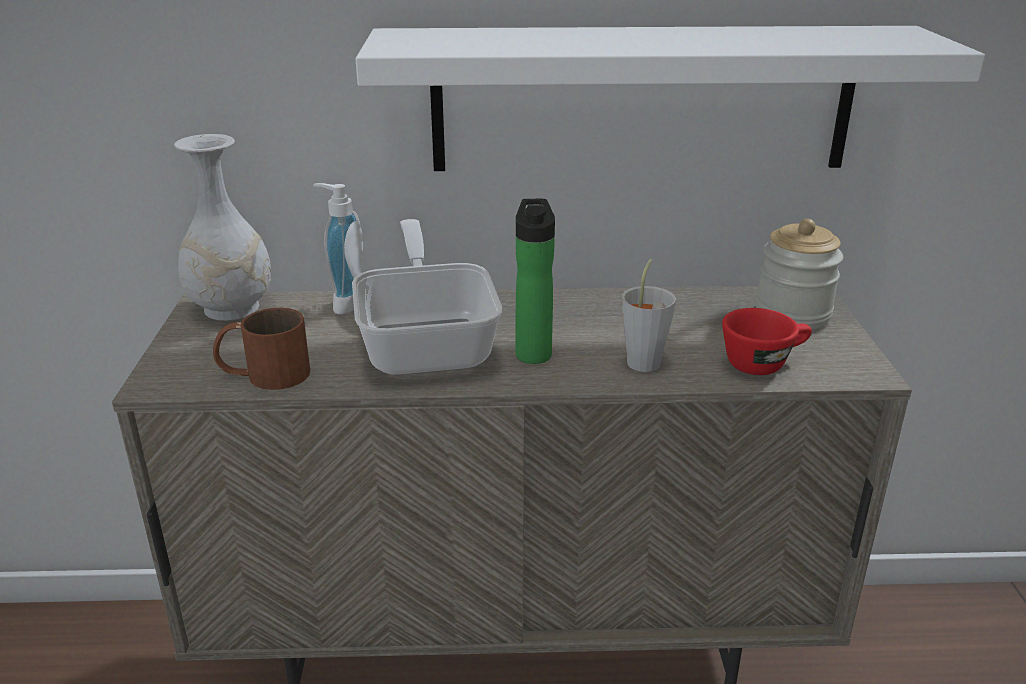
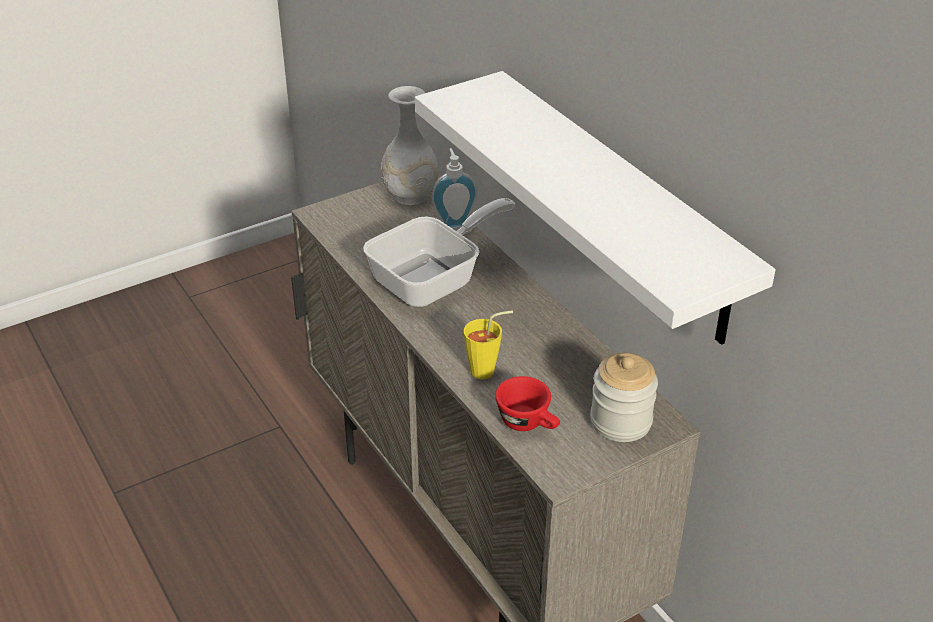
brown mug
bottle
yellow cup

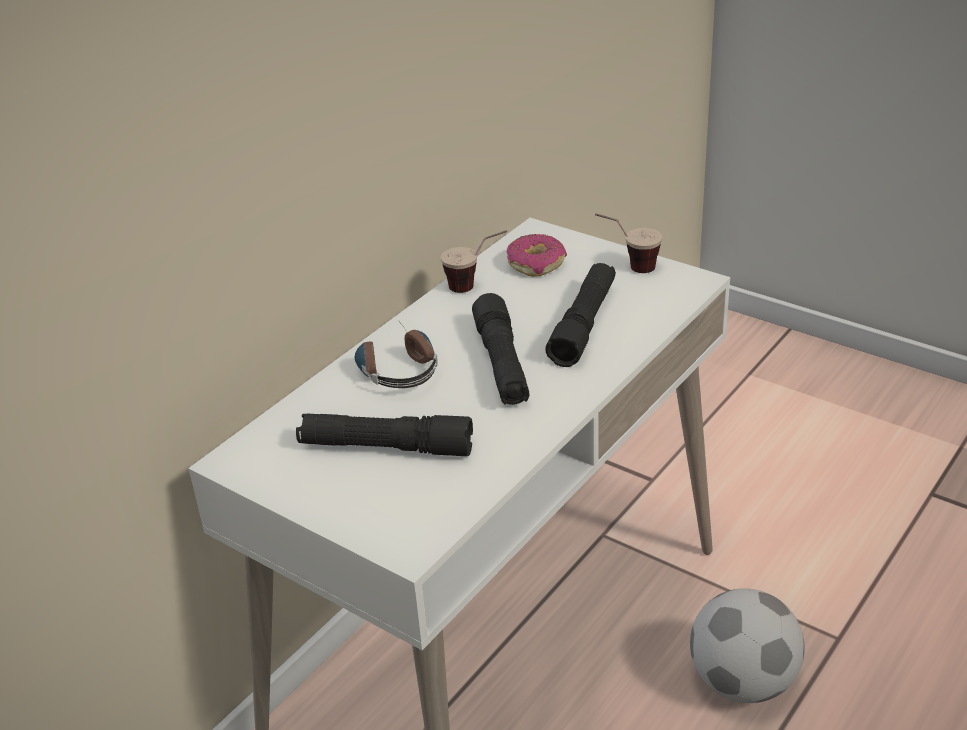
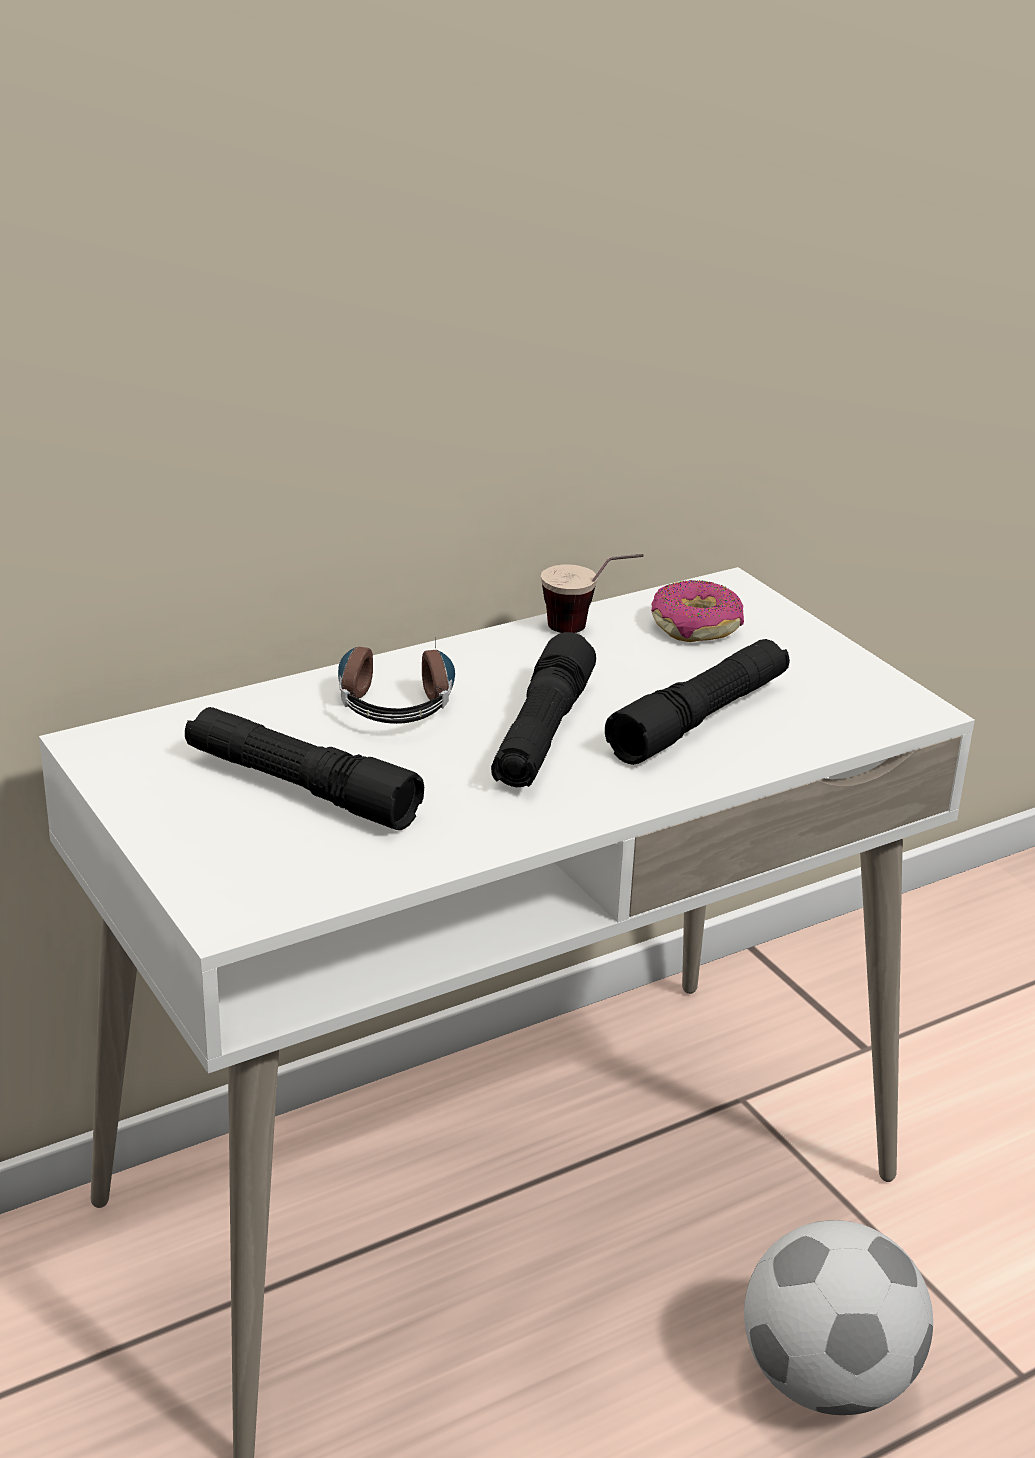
cup (no. 2 from left in the first image)

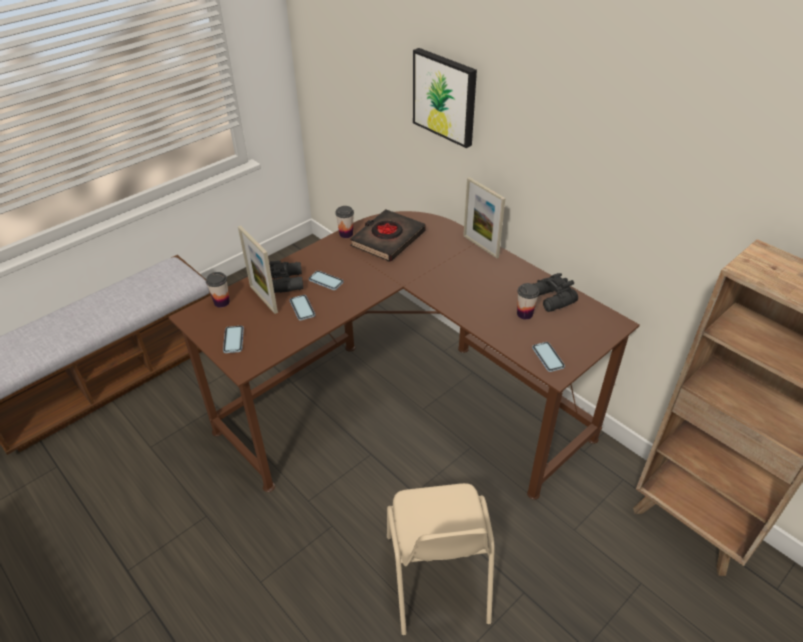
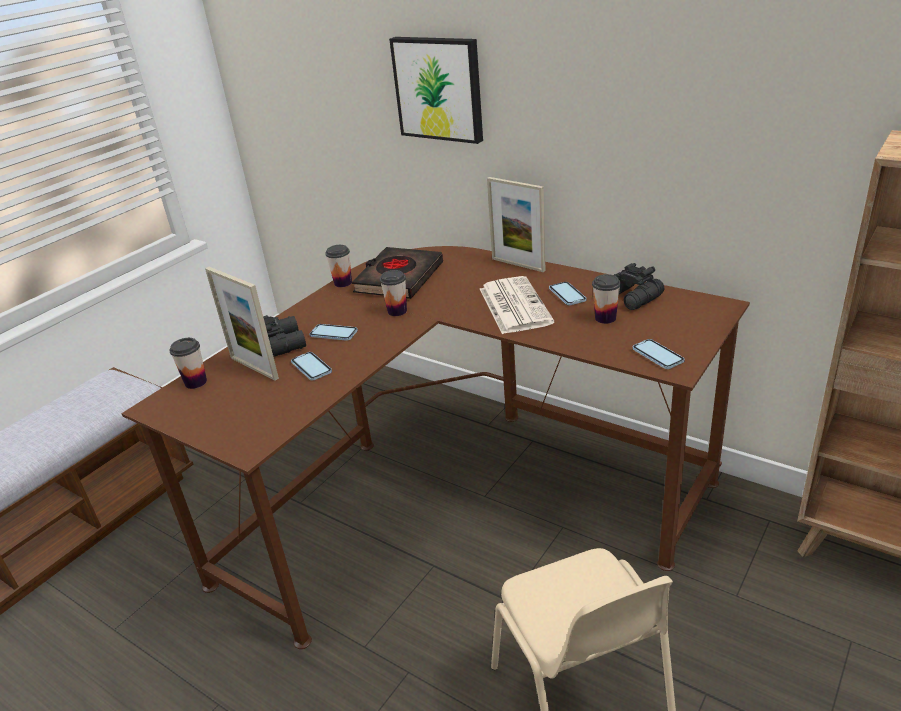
cup (no. 3 from left)
newspaper
phone (no. 3 from left)

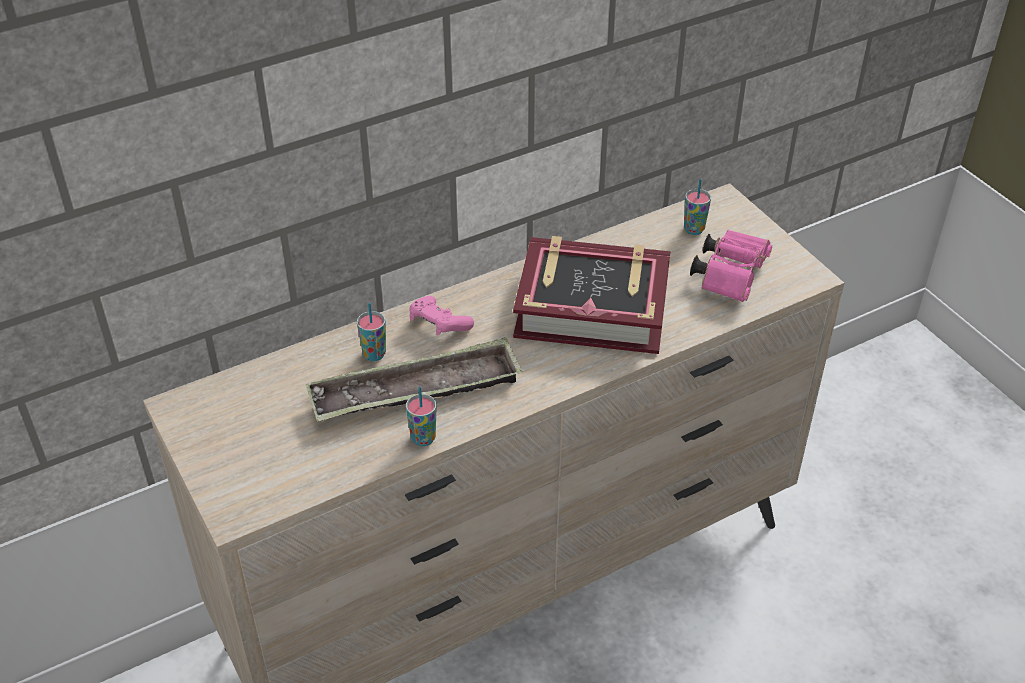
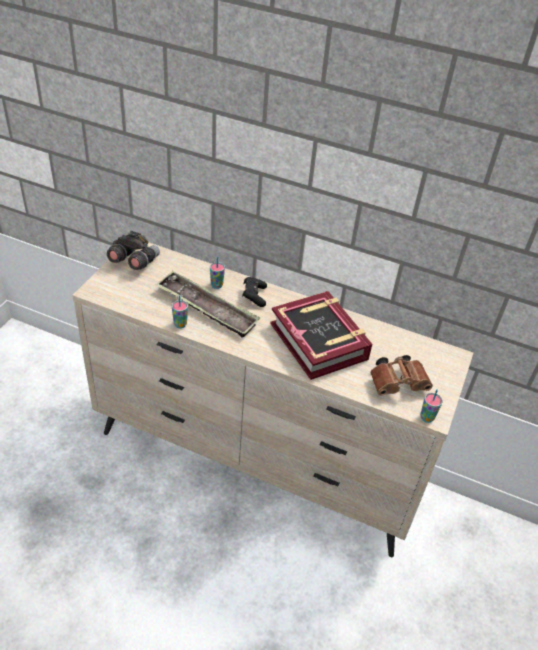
grey binoculars
cup (no. 3 from left)
black game controller
brown binoculars

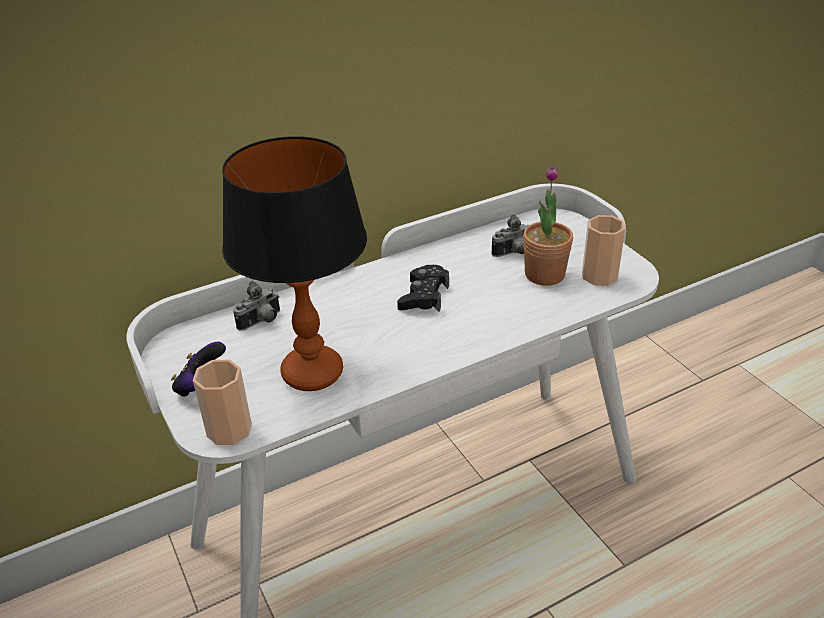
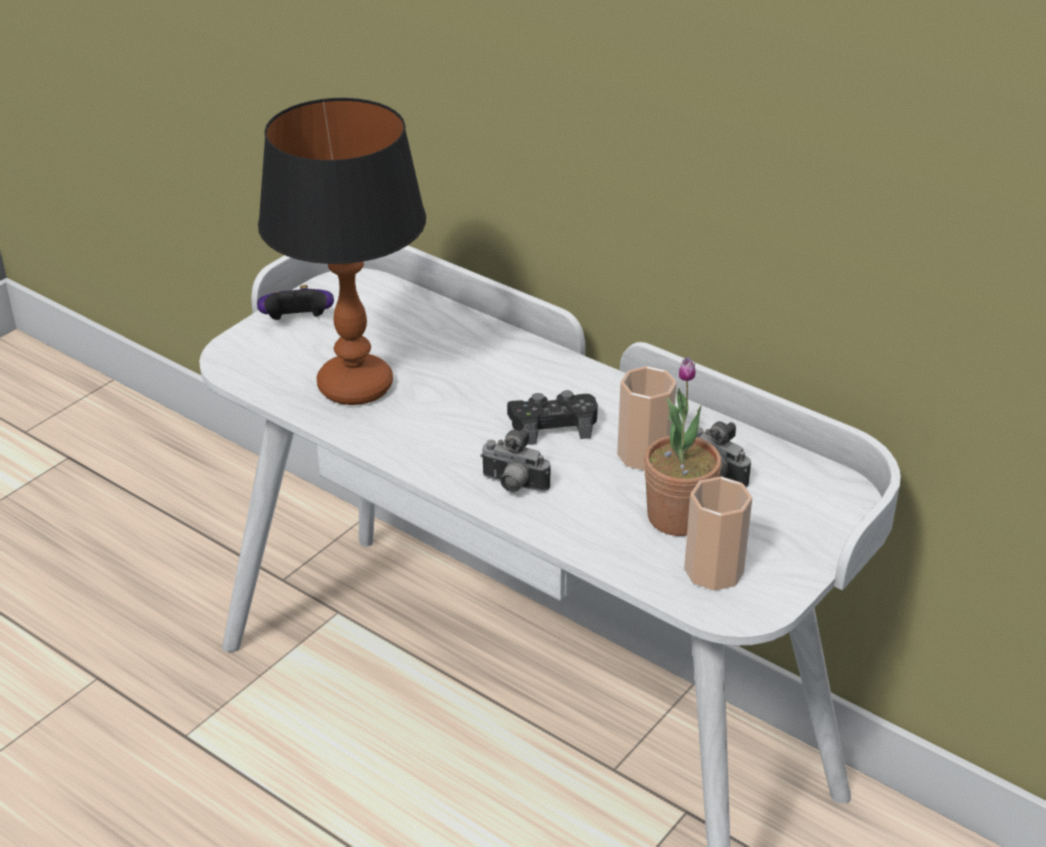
cup (no. 1 from left)
photo camera (no. 1 from left)

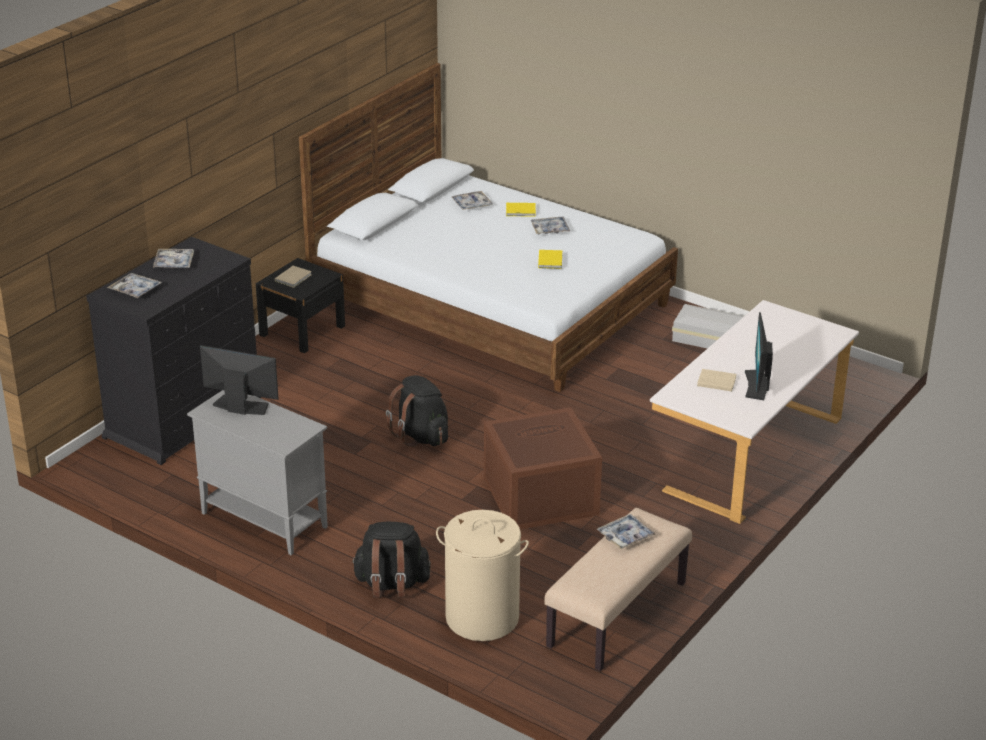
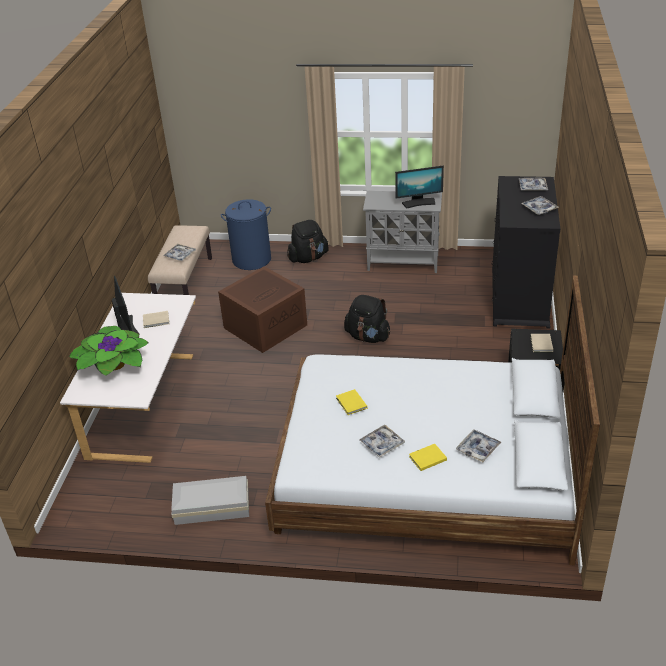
potted plant
blue laundry basket

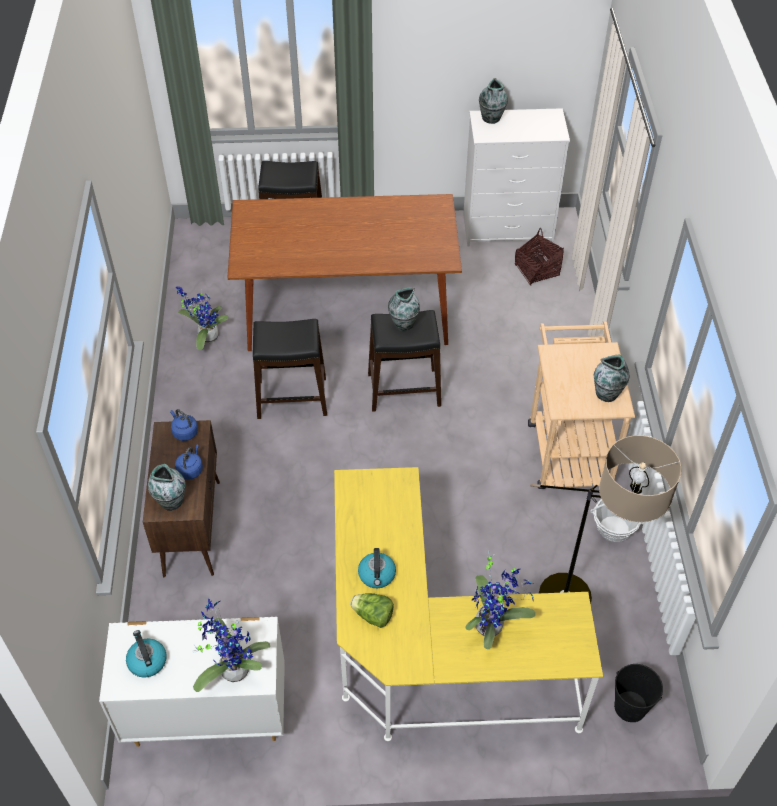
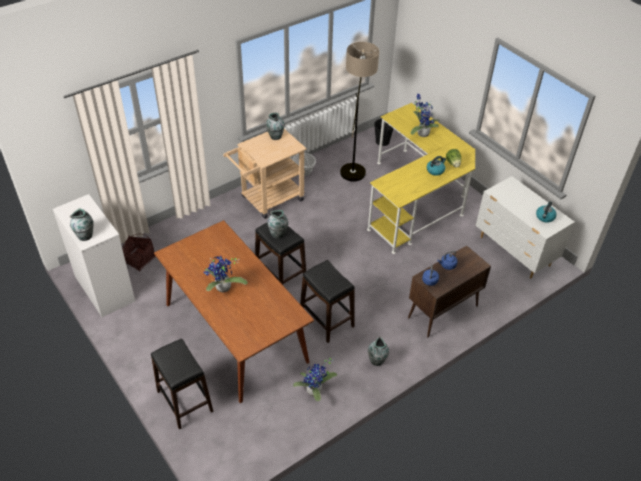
vase (no. 4 from left)
potted plant (no. 1 from left)

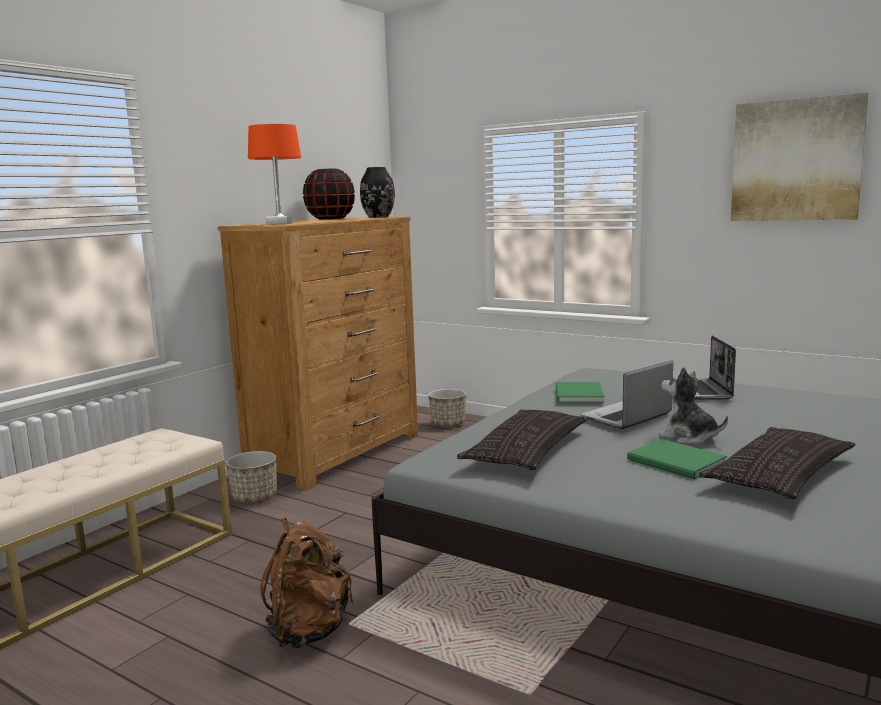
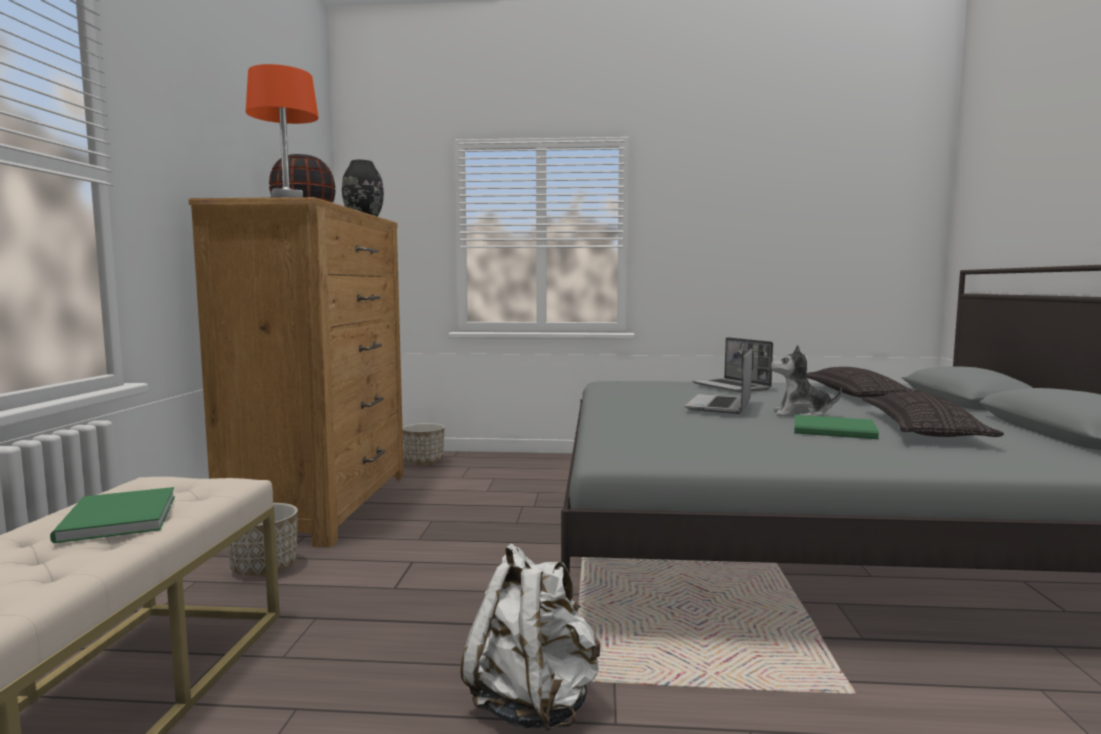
picture
pillow (no. 1 from left)
green book (no. 1 from left)
white backpack

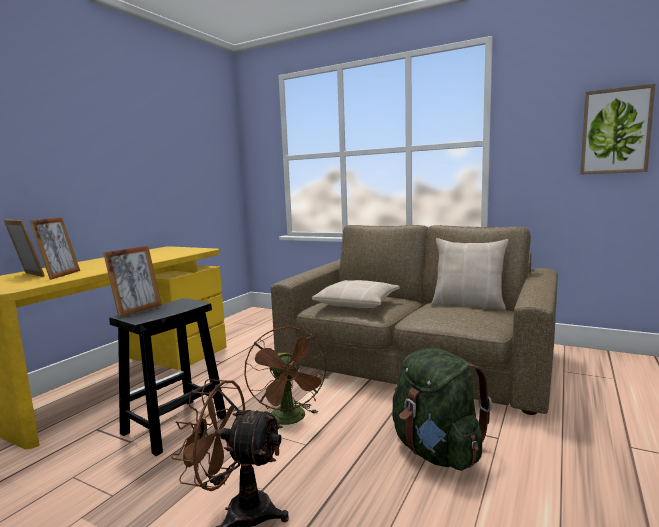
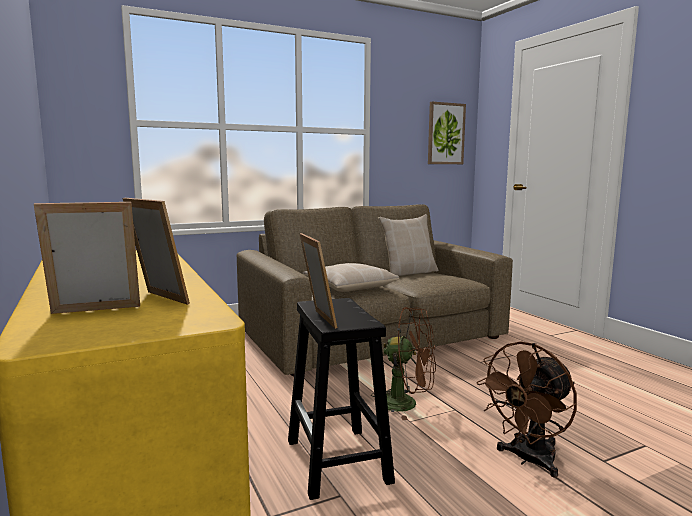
green backpack

